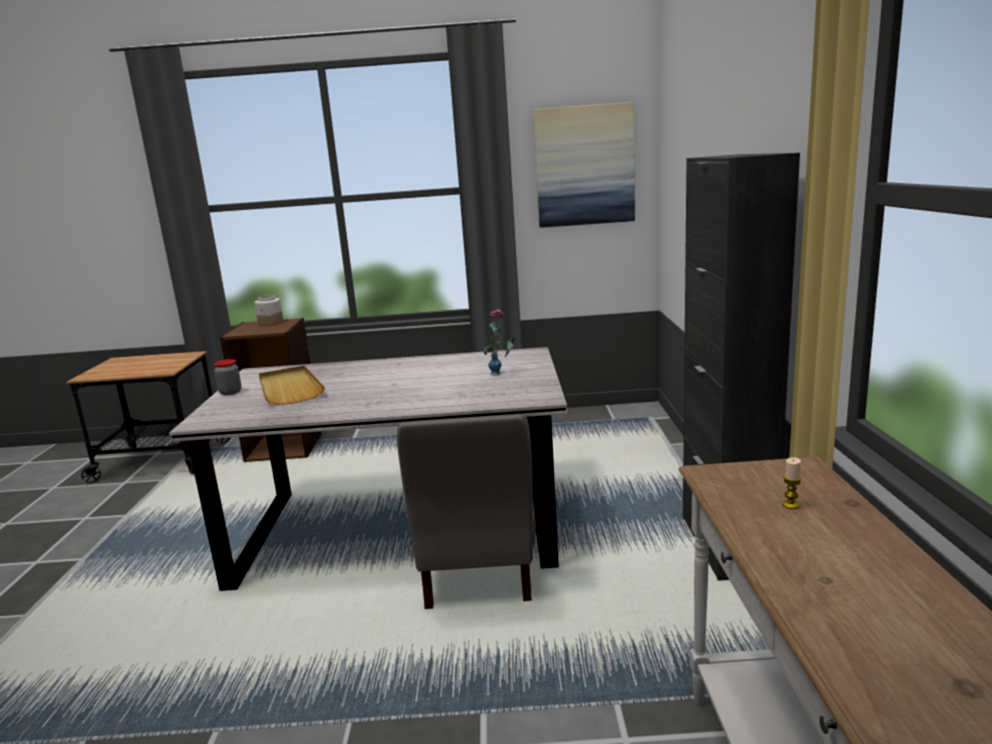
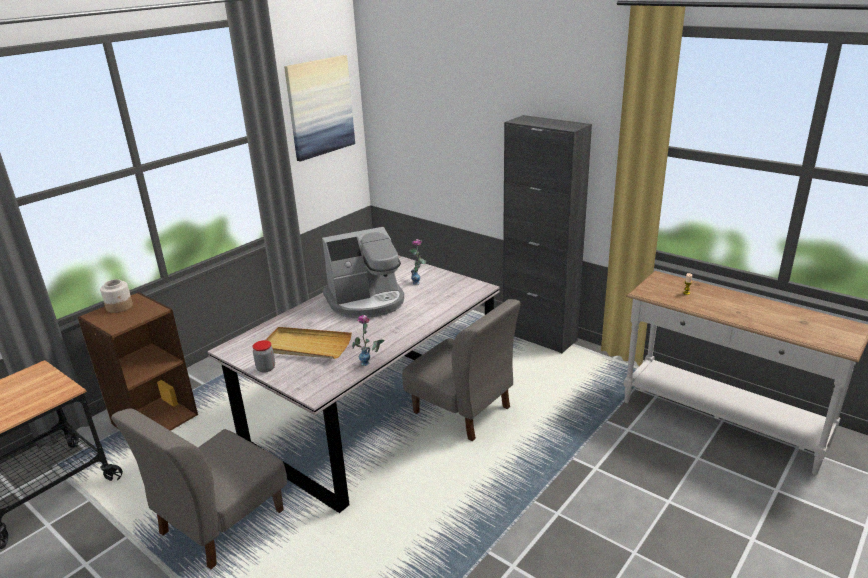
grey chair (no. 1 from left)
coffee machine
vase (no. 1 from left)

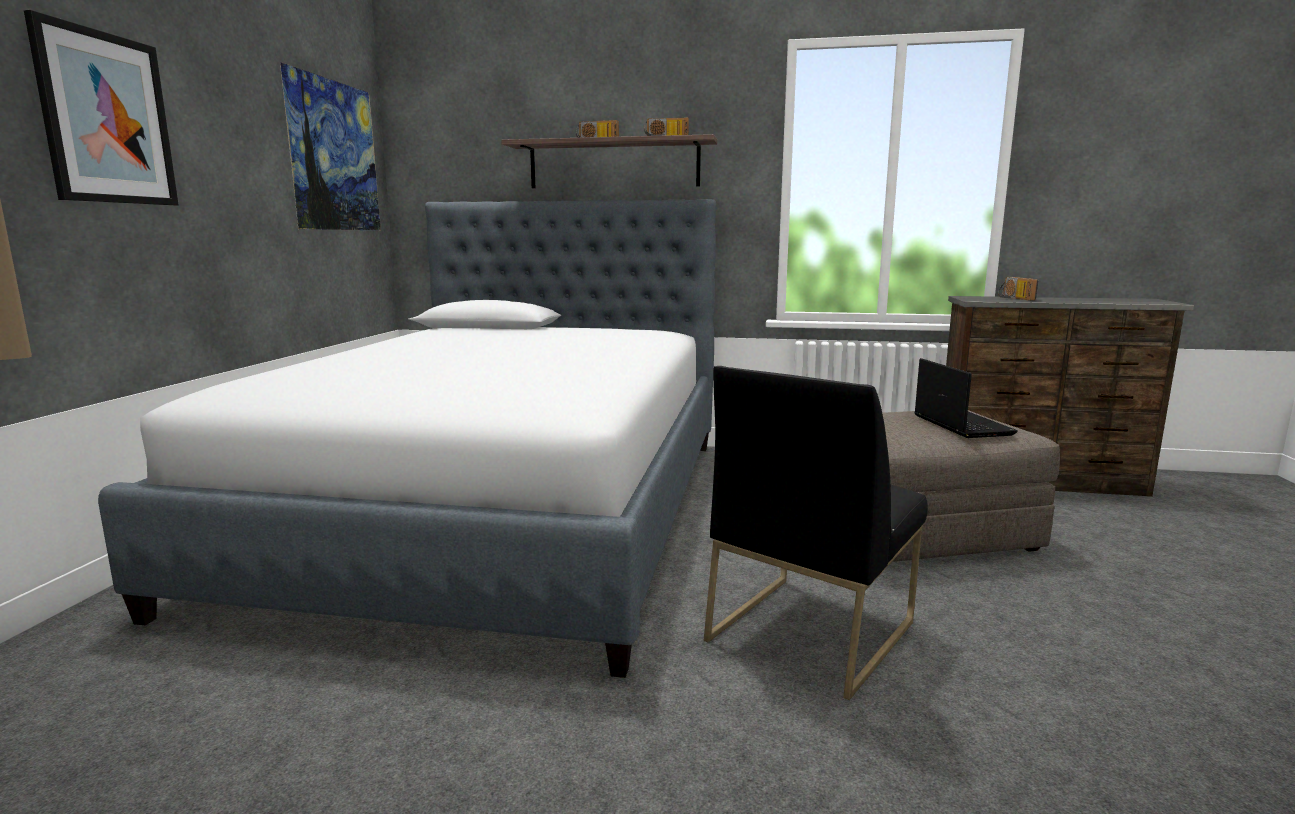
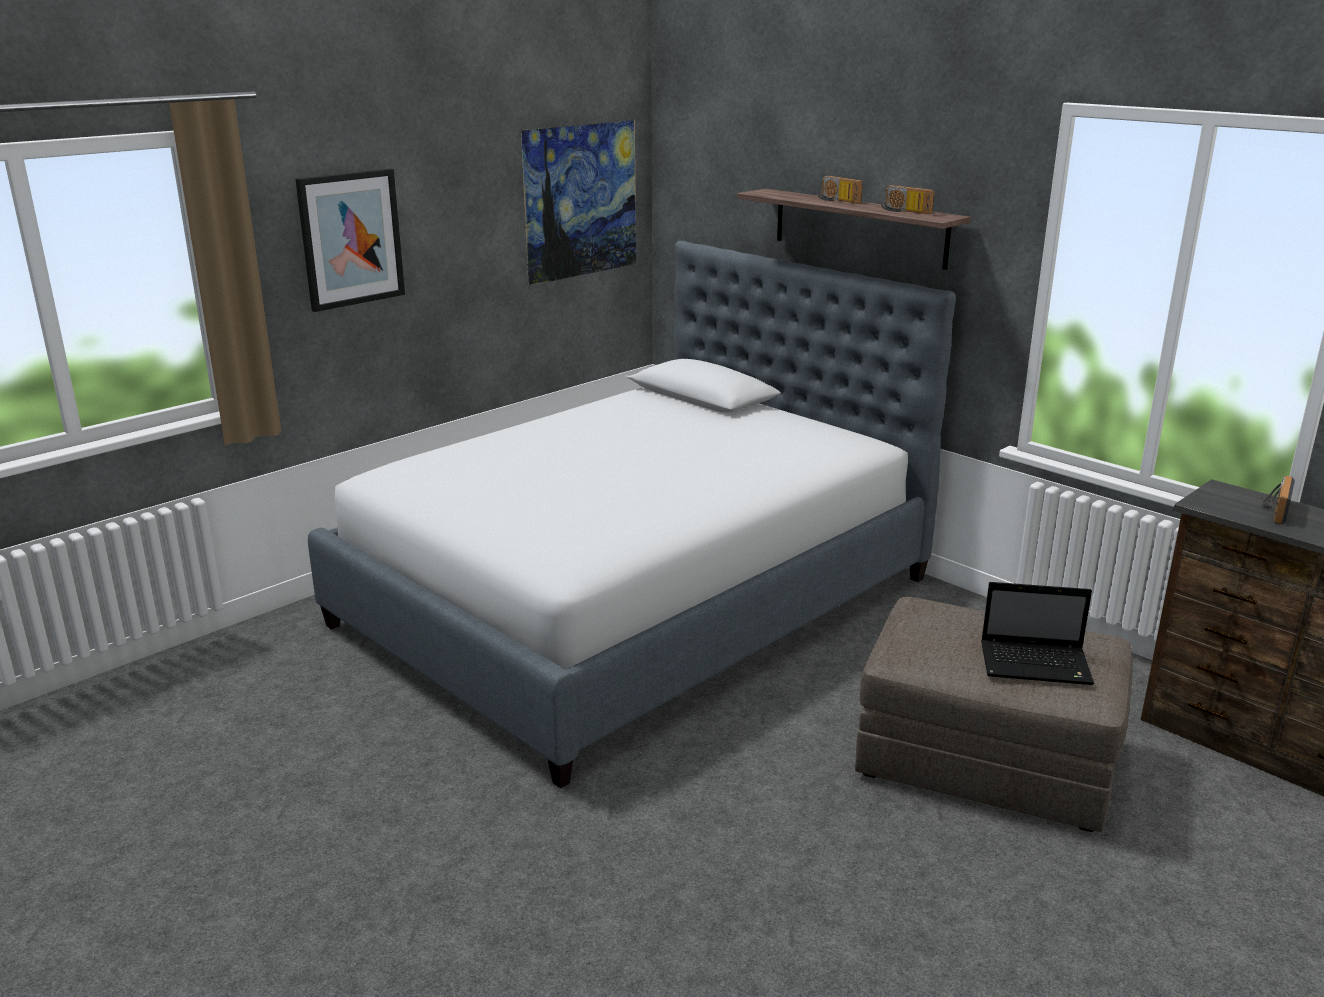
black chair
laptop

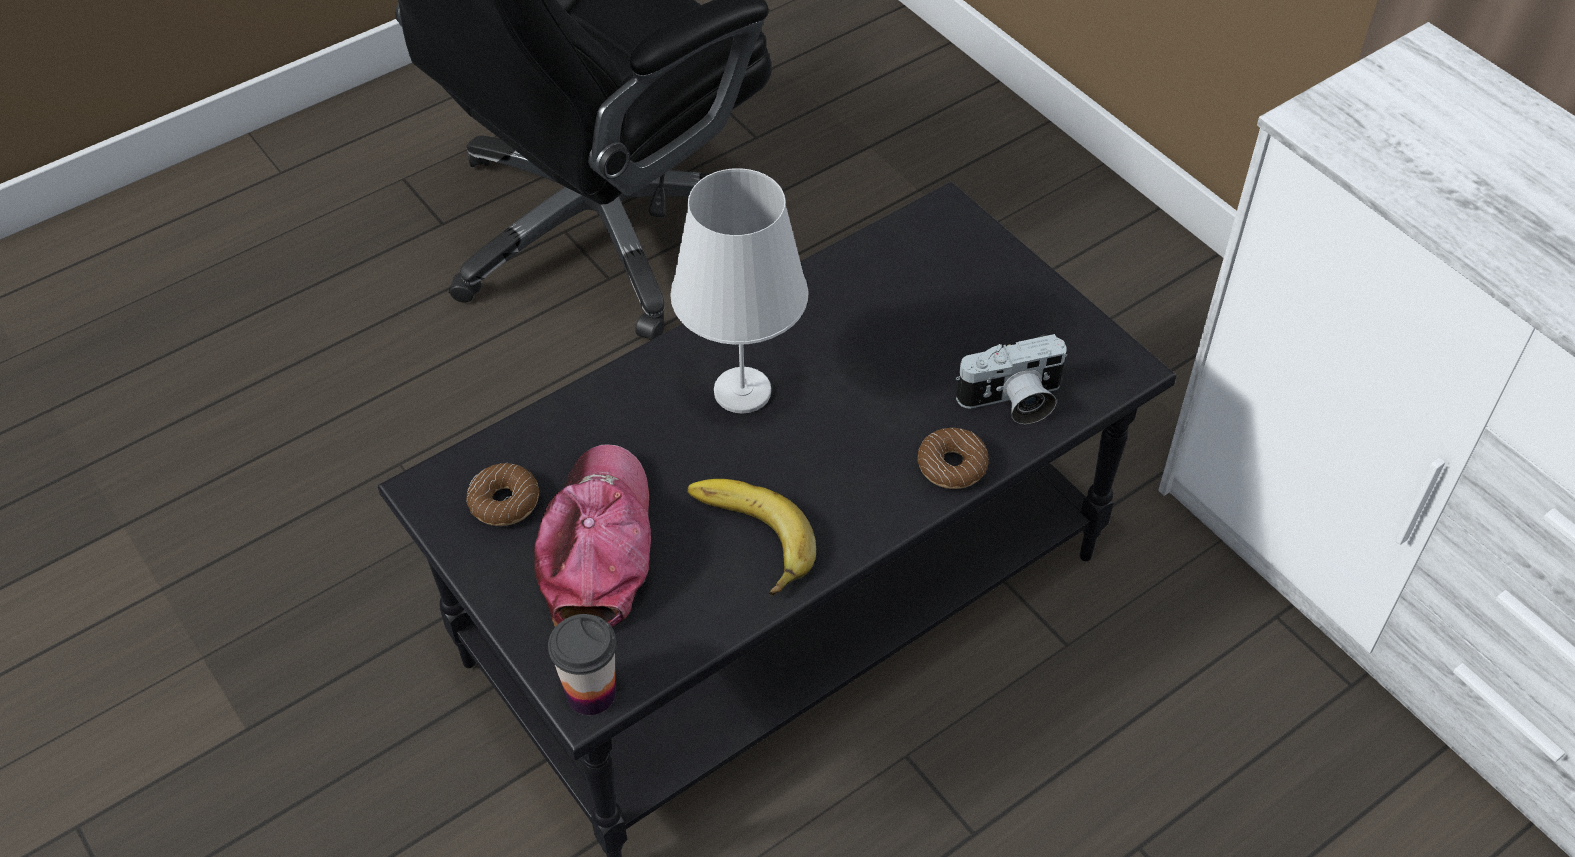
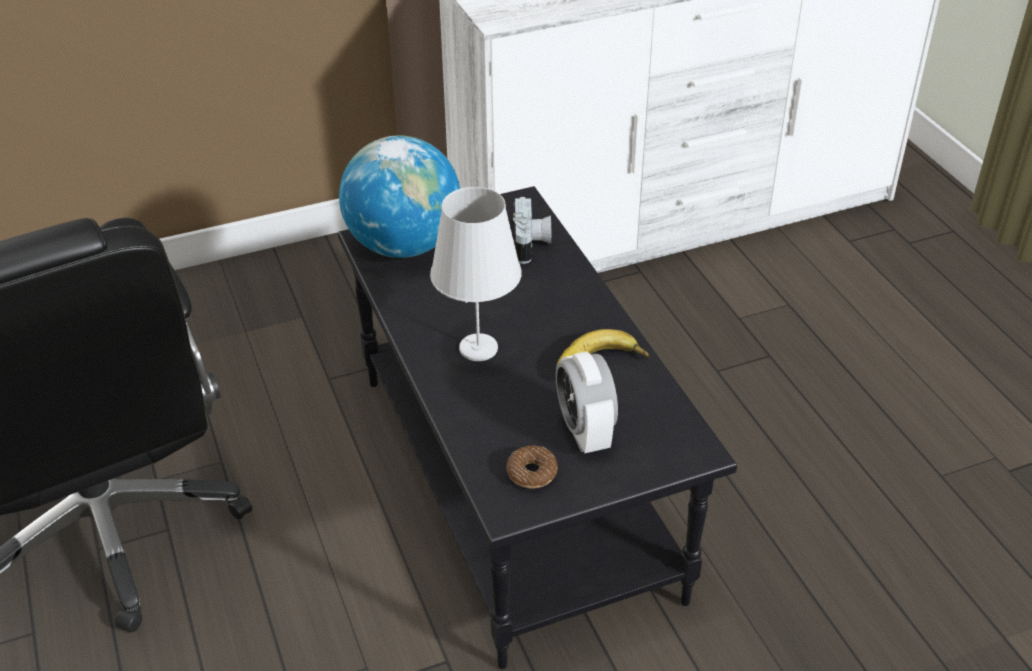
cup
donut (no. 2 from left in the first image)
globe
alarm clock

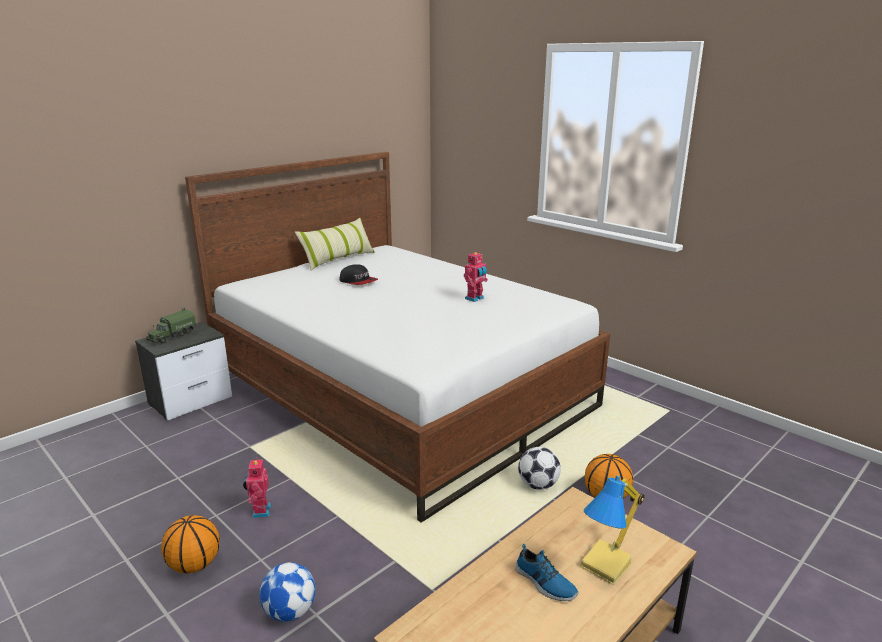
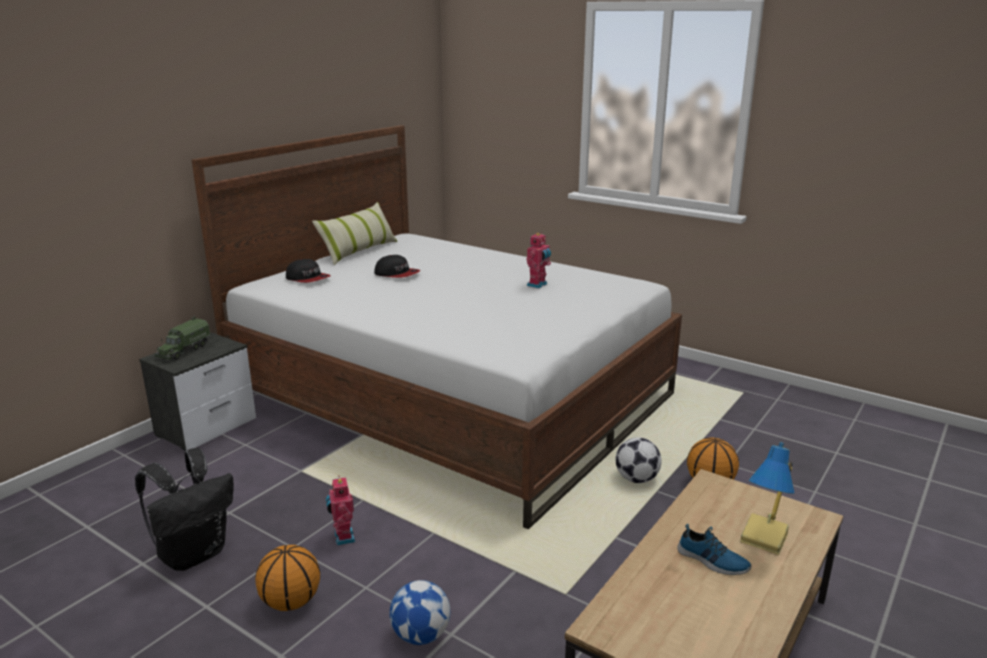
black backpack
cap (no. 1 from left)

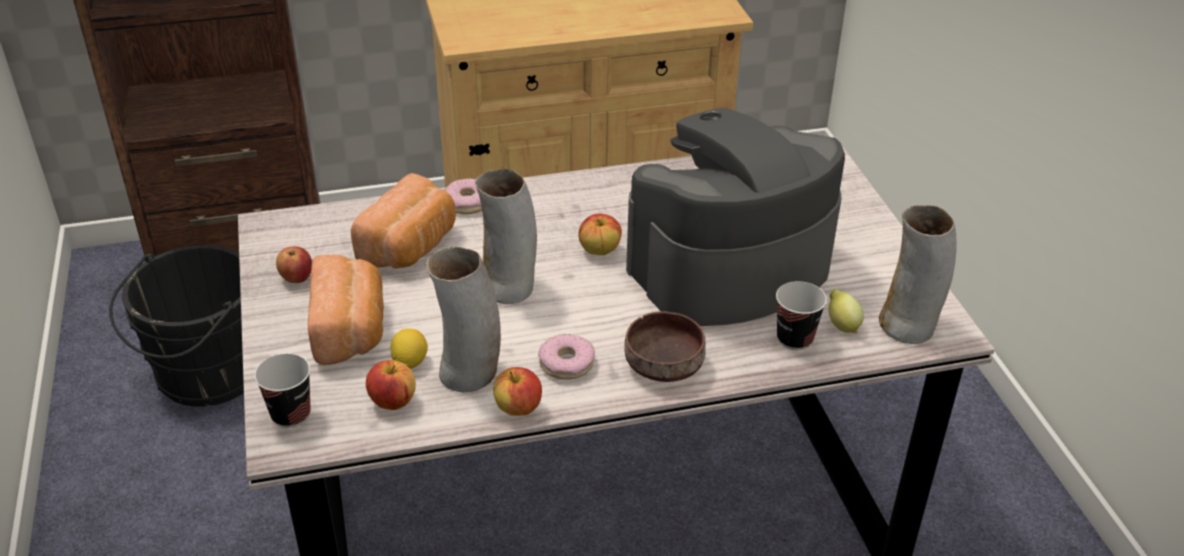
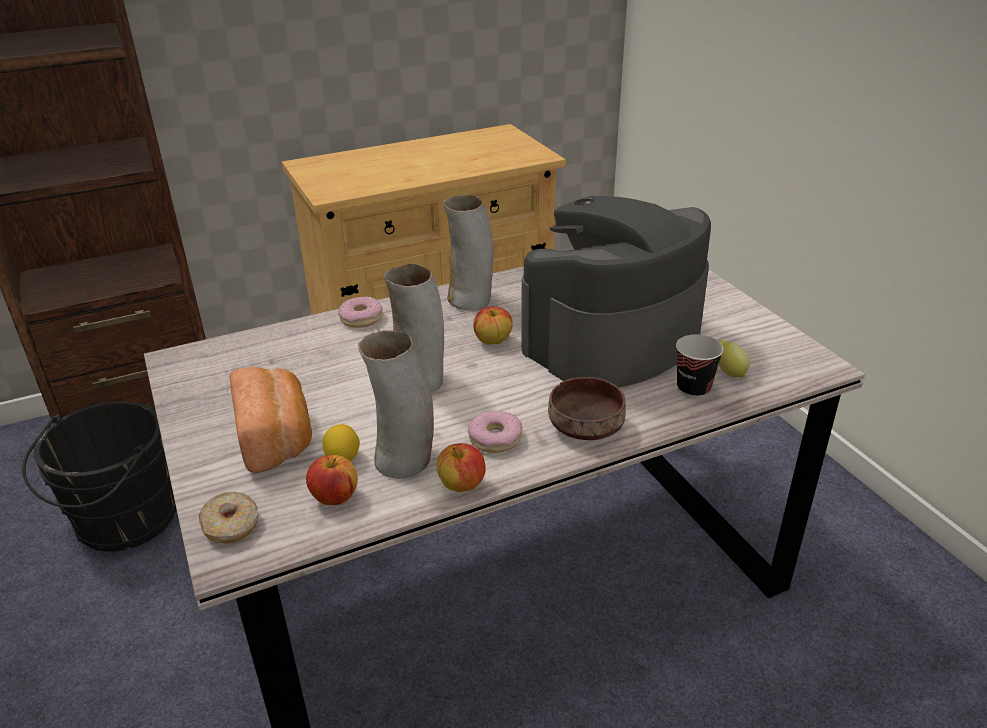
apple (no. 1 from left in the first image)
bread (no. 2 from left in the first image)
vase (no. 3 from left)
donut (no. 1 from left)

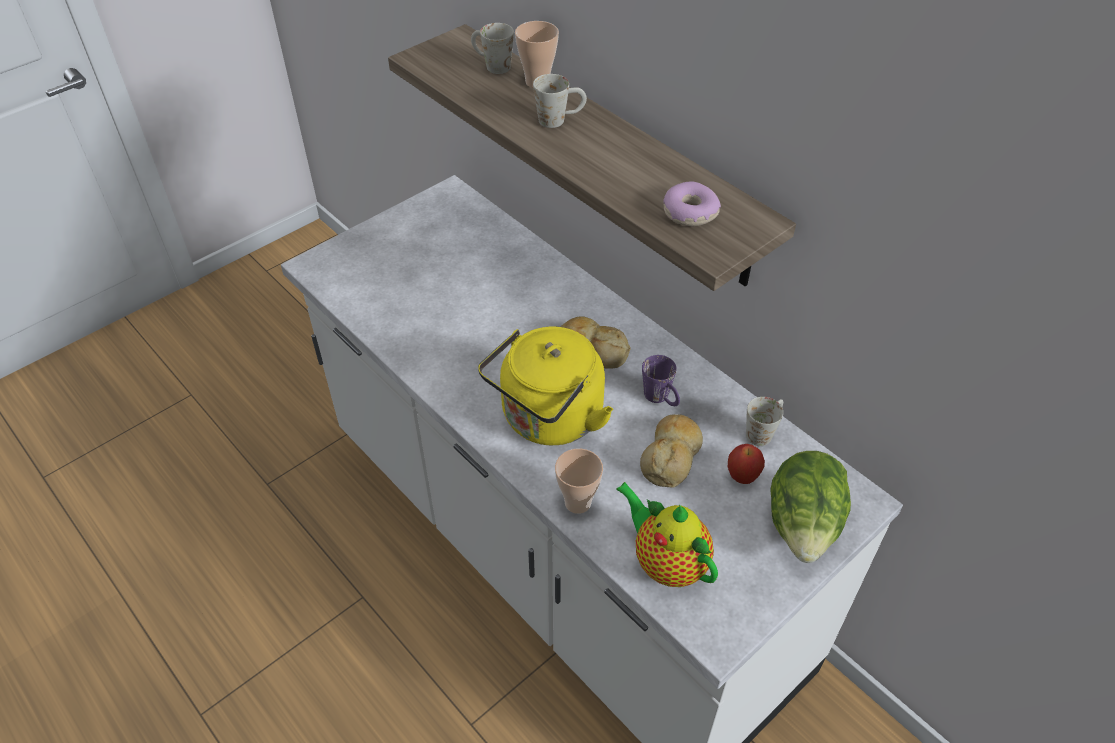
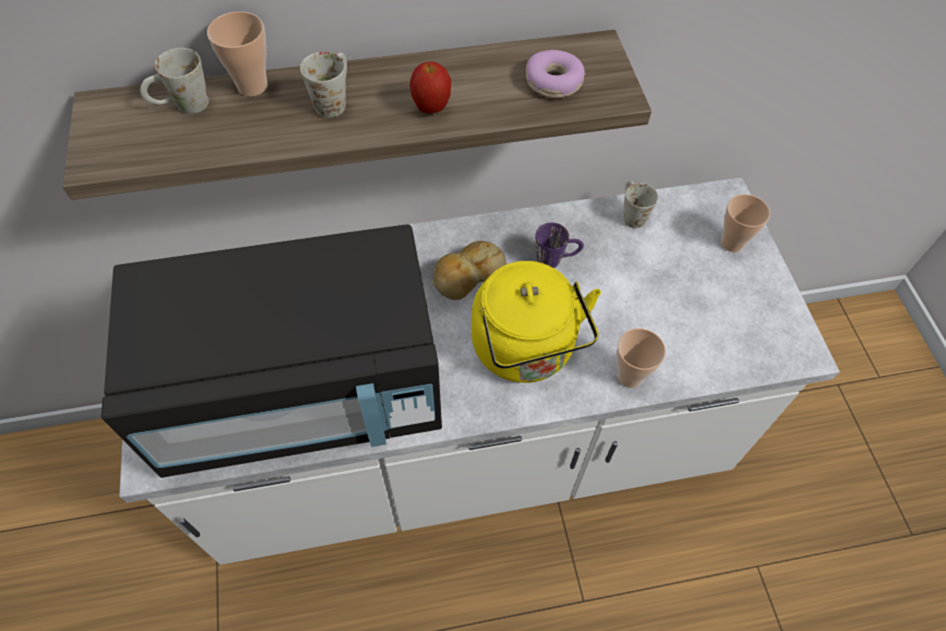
teapot
bread (no. 2 from left in the first image)
black microwave
apple
cup (no. 3 from left)

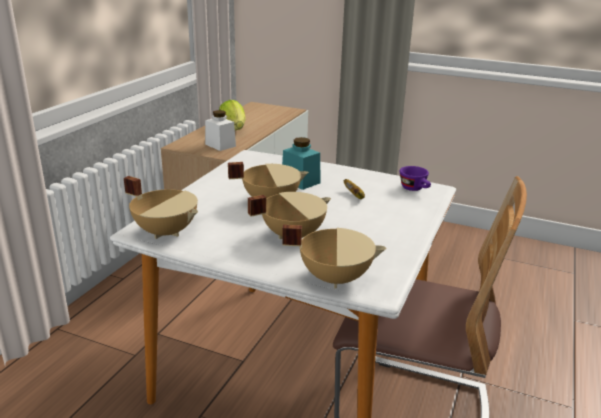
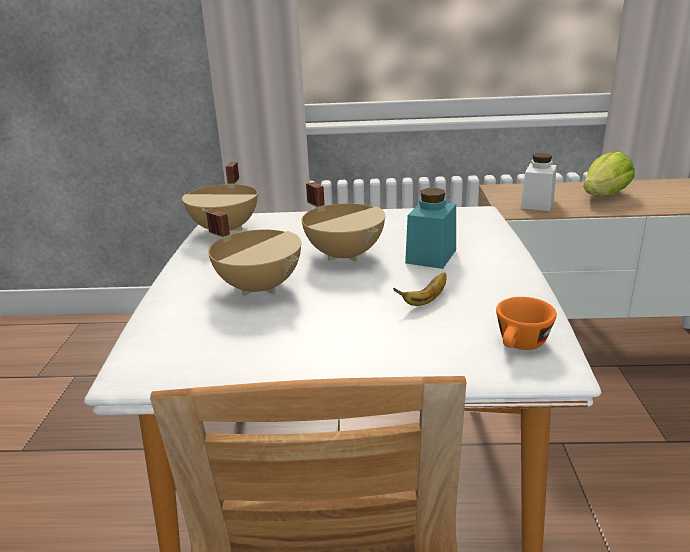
beige cooking pot (no. 4 from left in the first image)
orange cup

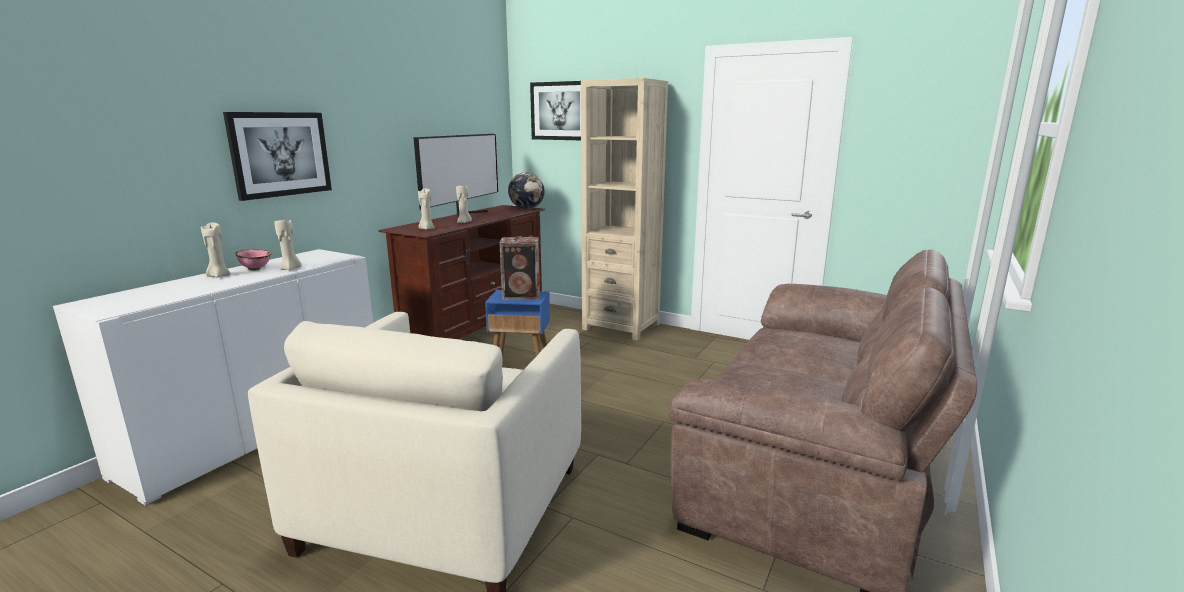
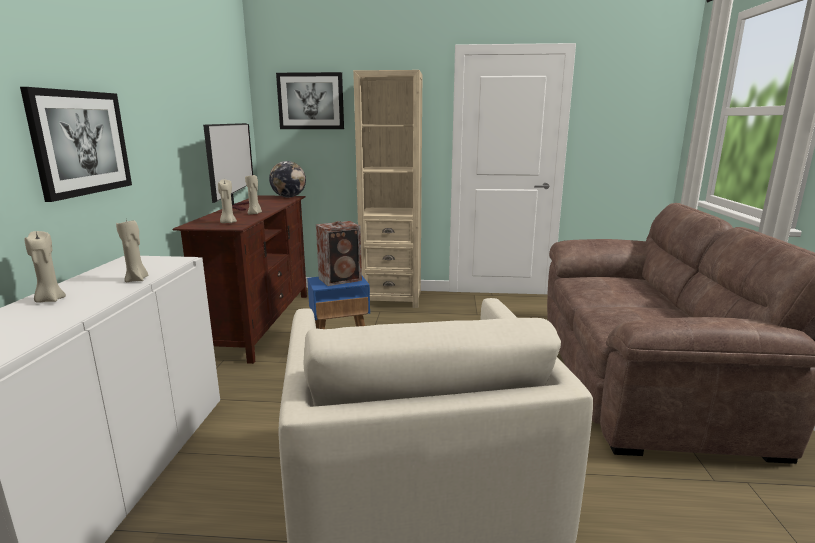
pink bowl

